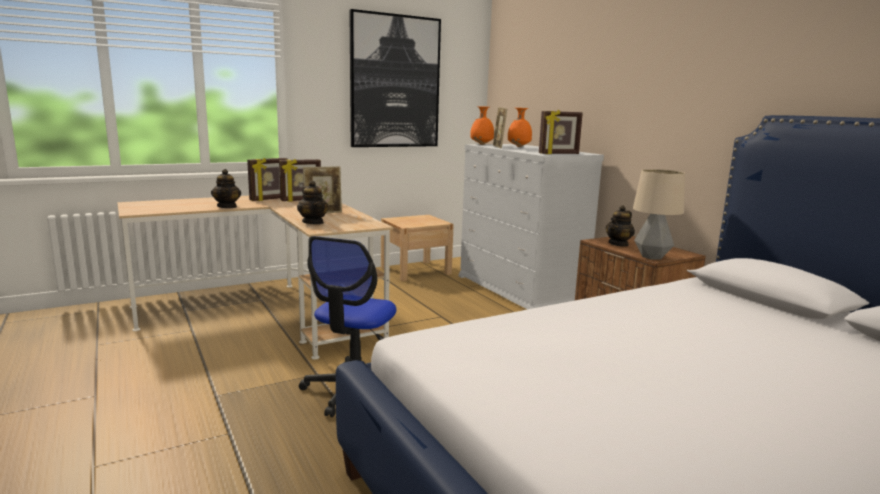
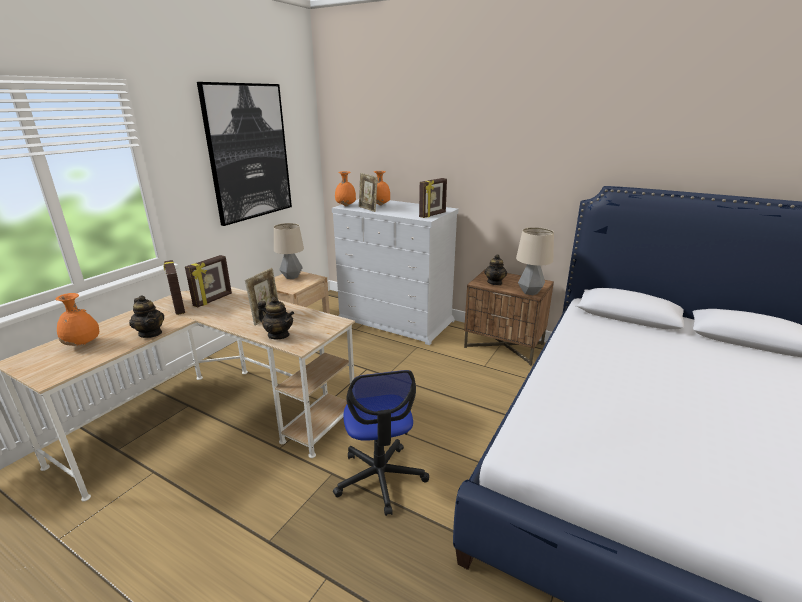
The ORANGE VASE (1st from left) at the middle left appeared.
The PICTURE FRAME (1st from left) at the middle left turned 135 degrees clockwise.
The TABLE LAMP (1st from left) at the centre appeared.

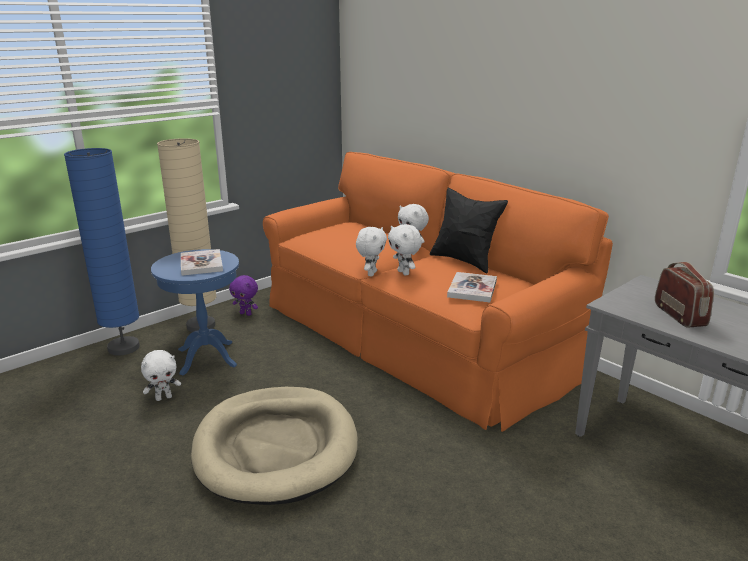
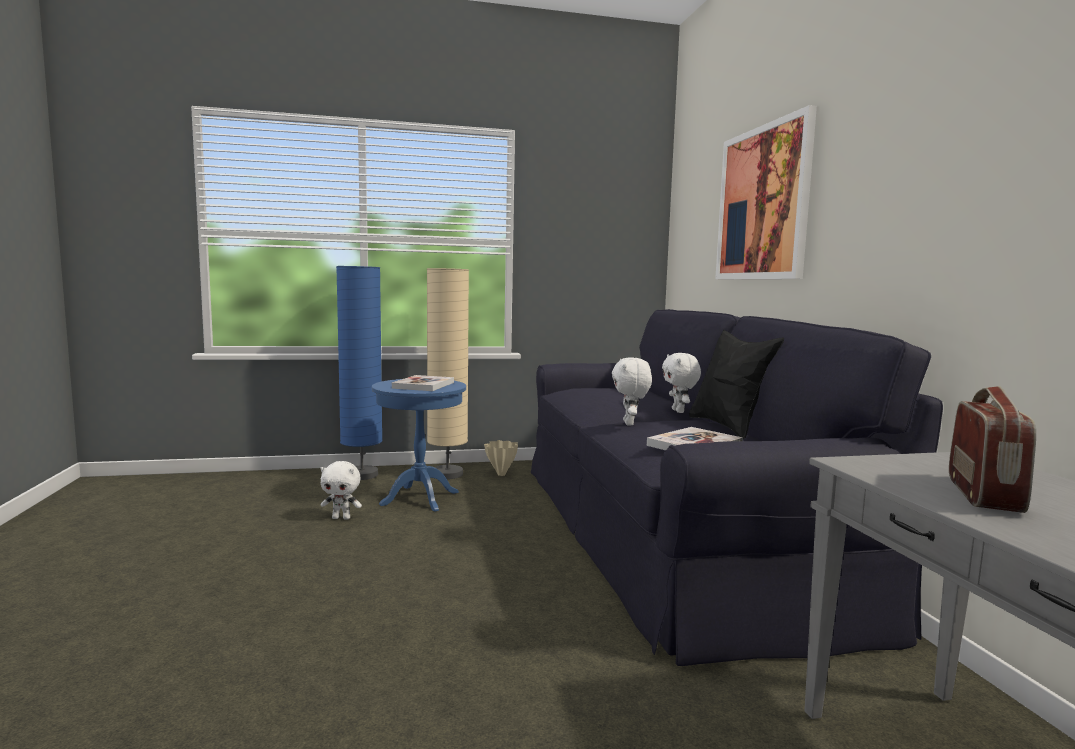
The PURPLE PLUSH TOY at the middle left was replaced by the BEIGE VASE at the centre.
The ORANGE SOFA at the centre became the BLACK SOFA at the middle right.
The PICTURE at the top right appeared.
The BEIGE DOG BED at the bottom centre disappeared.
The WHITE PLUSH TOY (2nd from left) at the centre disappeared.

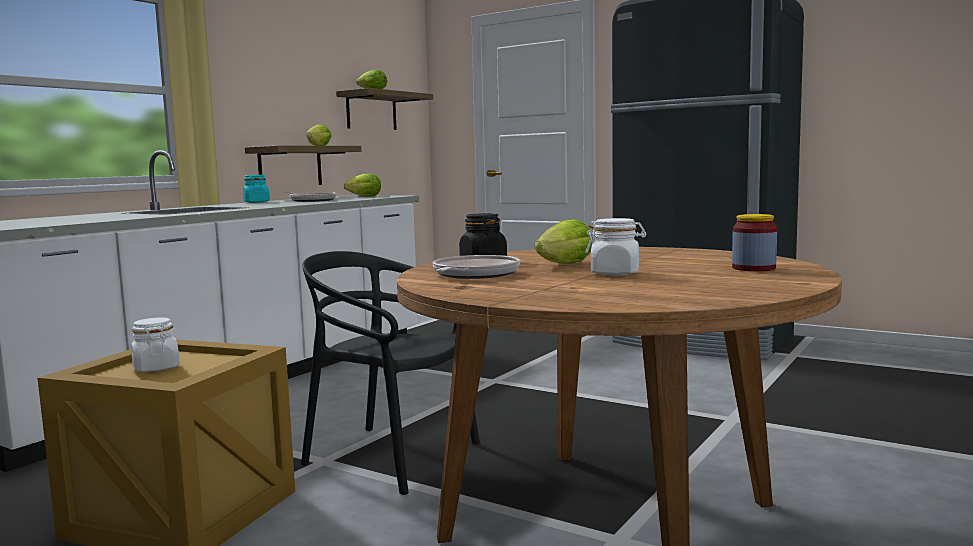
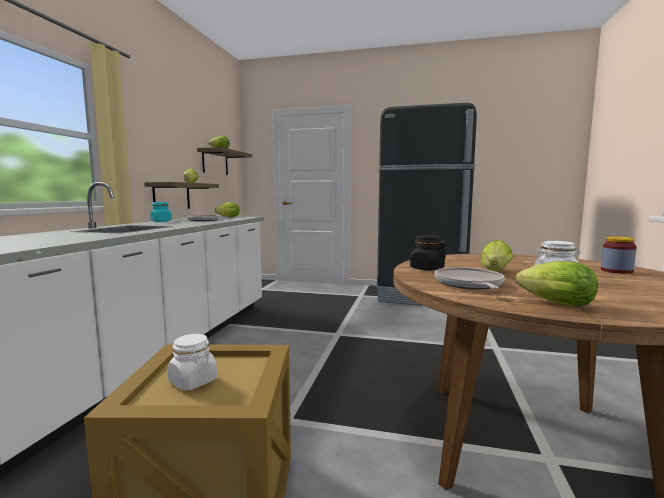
The LETTUCE (5th from left) at the middle right appeared.
The BLACK CHAIR at the bottom centre disappeared.

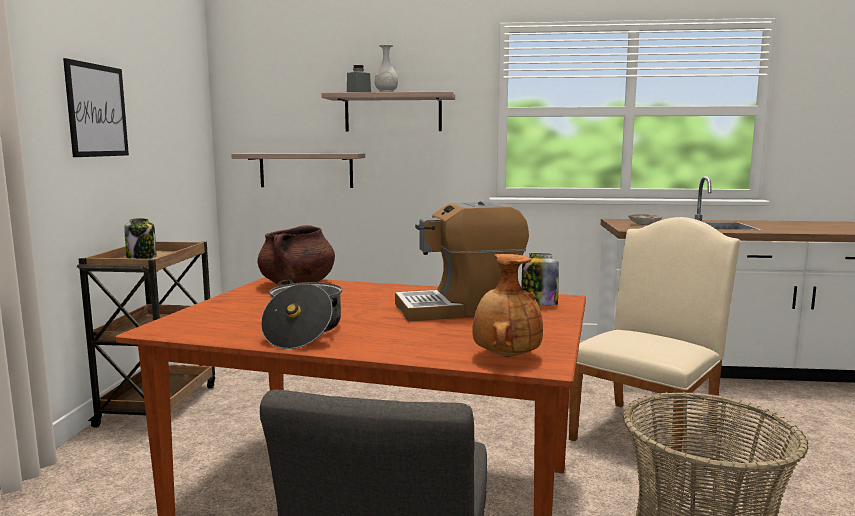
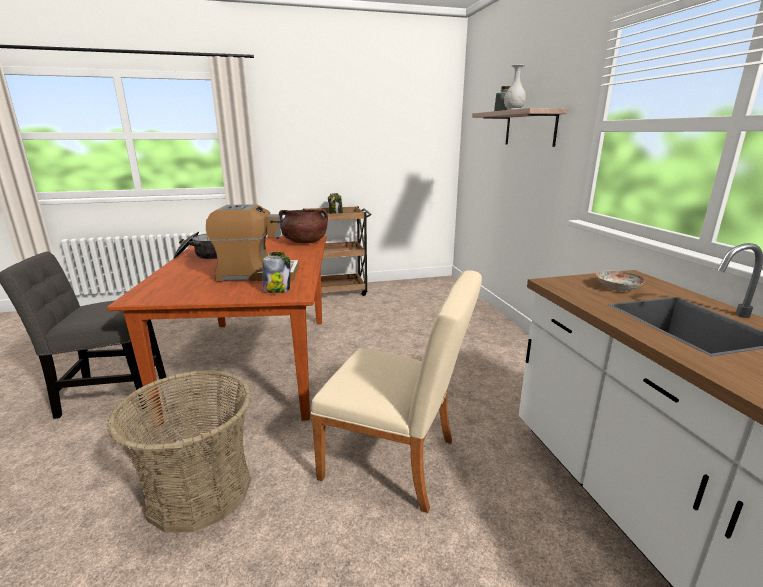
The COFFEE MACHINE at the centre turned 120 degrees clockwise.
The PICTURE at the top left disappeared.
The SHELF (1st from left) at the top centre disappeared.
The BROWN VASE at the centre disappeared.

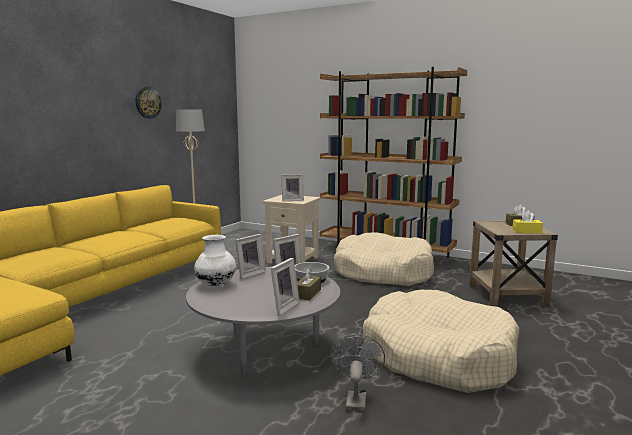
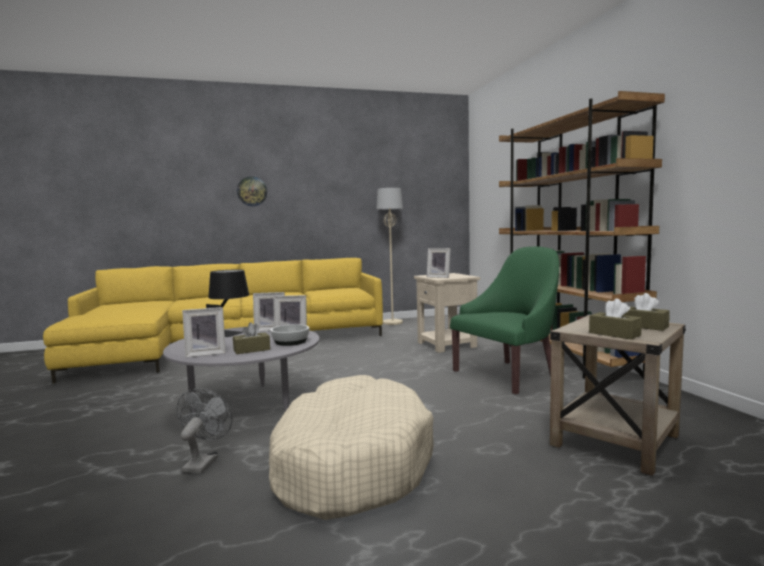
The GREY FAN at the bottom centre turned 45 degrees counterclockwise.
The WHITE VASE at the centre was replaced by the BLACK TABLE LAMP at the middle left.
The WALL CLOCK moved from the top left to the middle left.
The BEIGE DOG BED (1st from left) at the centre was replaced by the GREEN ARMCHAIR at the centre.
The YELLOW TISSUE BOX at the middle right became the BROWN TISSUE BOX (2nd from left) at the middle right.

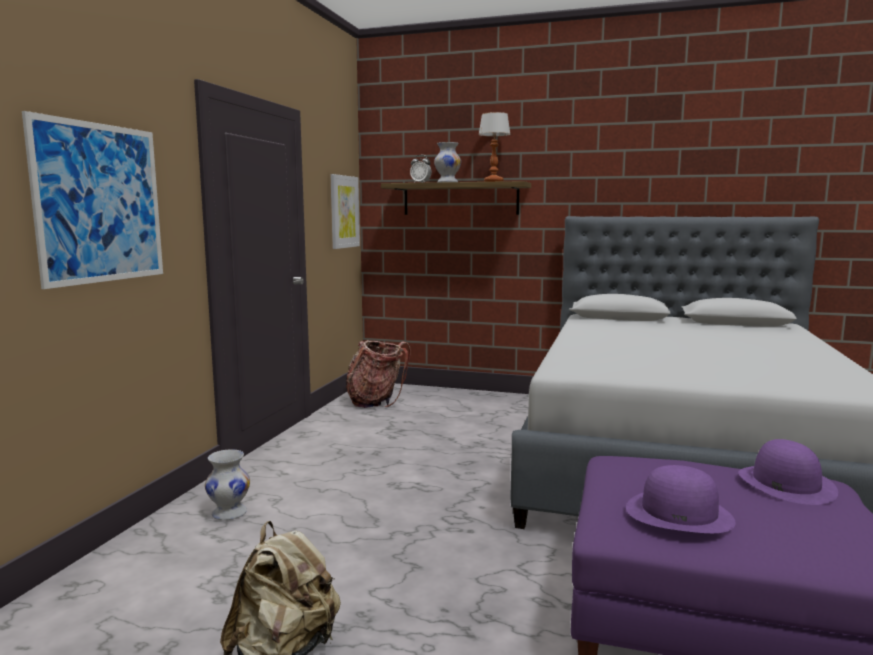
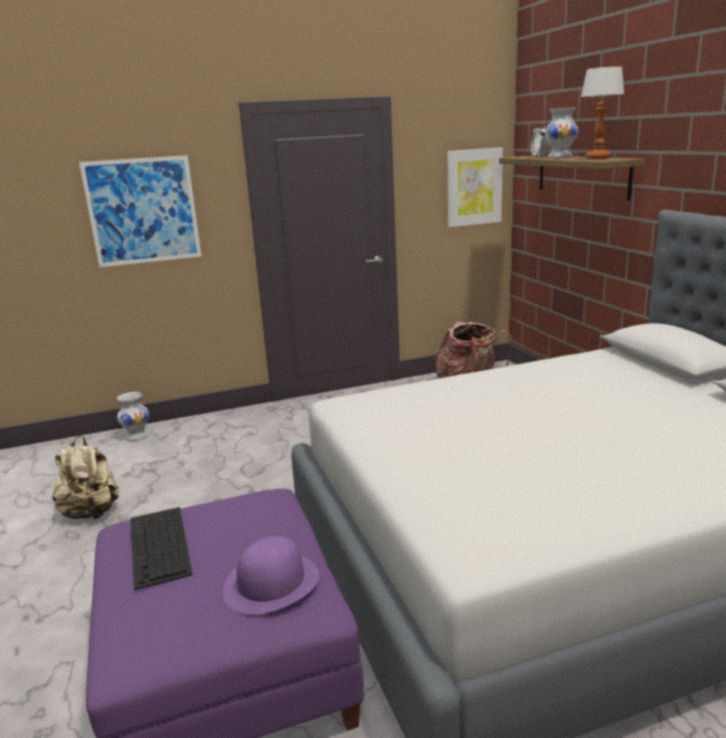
The WHITE VASE (1st from left) moved from the bottom left to the middle left.
The PURPLE HAT (1st from left) at the bottom right was replaced by the KEYBOARD at the bottom left.

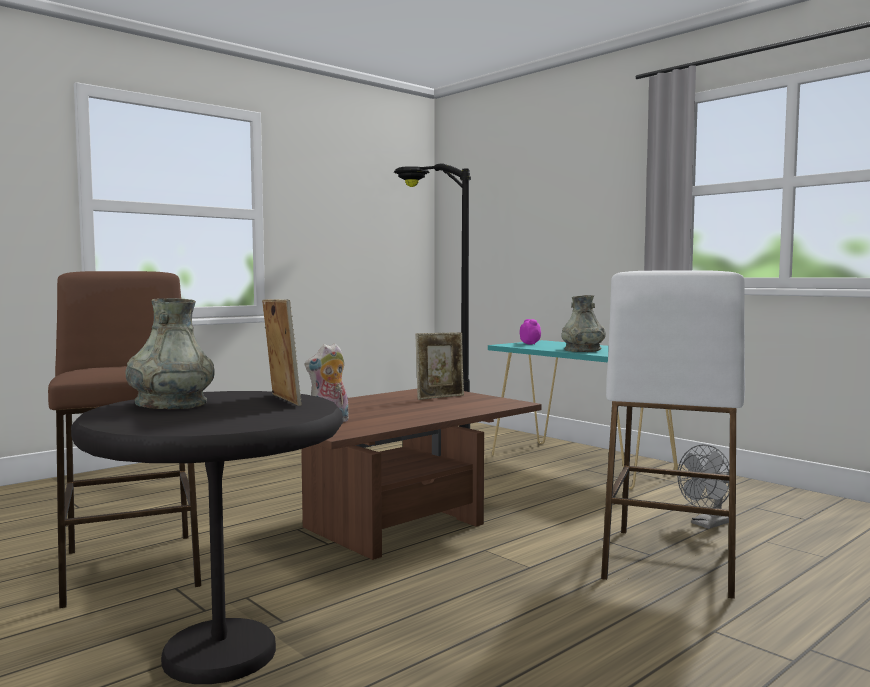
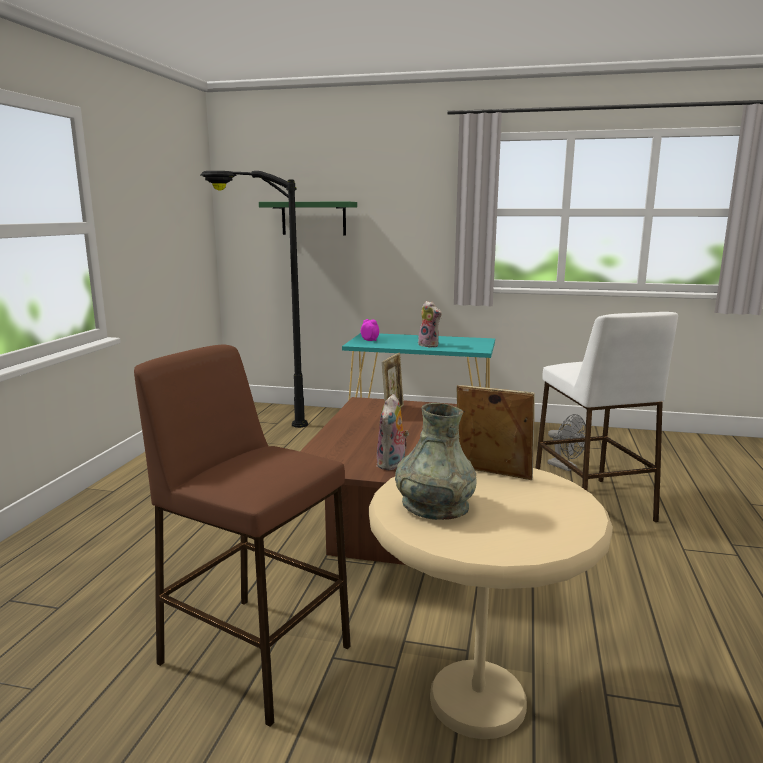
The GREEN SHELF at the top centre appeared.
The BLACK SIDE TABLE at the bottom left became the BEIGE SIDE TABLE at the bottom centre.
The GREY VASE (2nd from left) at the middle right was replaced by the PLUSH TOY (2nd from left) at the centre.
The GREY FAN at the bottom right turned 60 degrees counterclockwise.

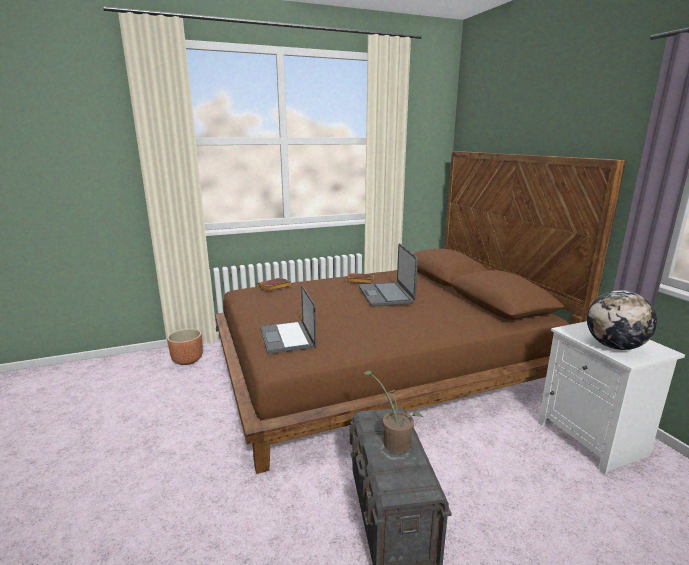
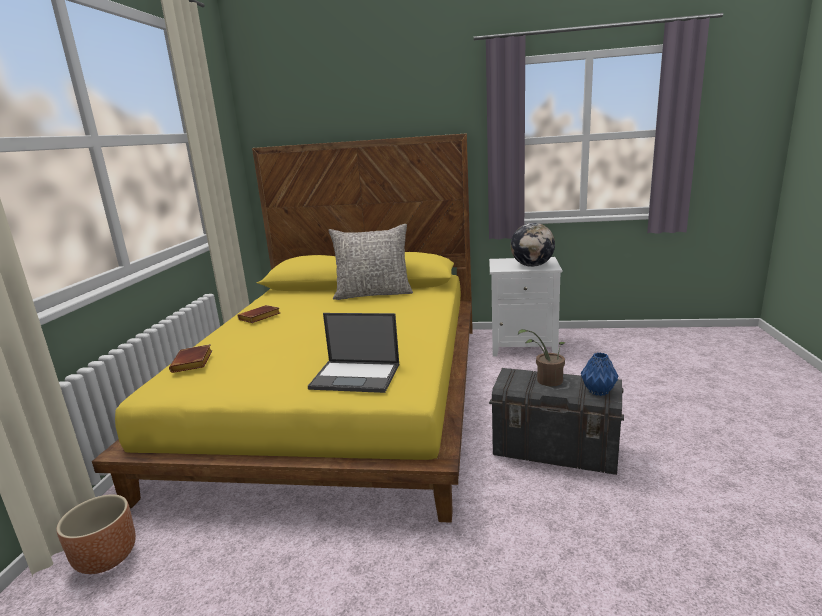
The BROWN BED at the centre became the YELLOW BED at the centre.
The GREY PILLOW at the centre appeared.
The BLUE VASE at the middle right appeared.
The LAPTOP (2nd from left) at the centre disappeared.

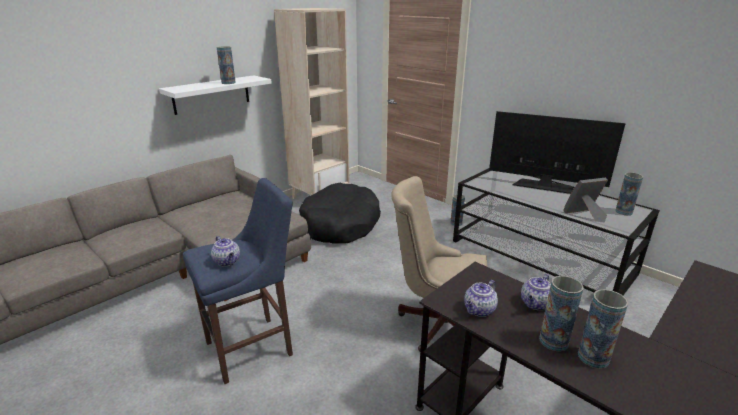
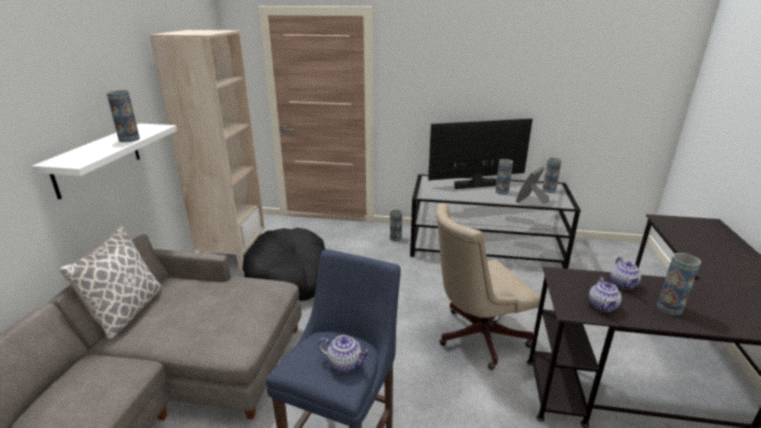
The PILLOW at the middle left appeared.
The VASE (4th from left in the first image) moved from the bottom right to the centre.

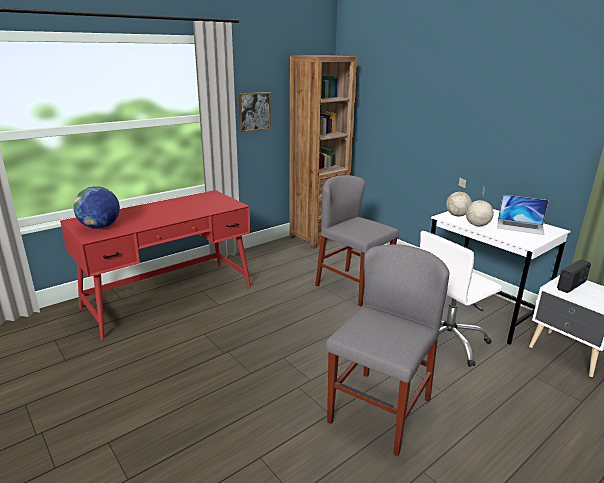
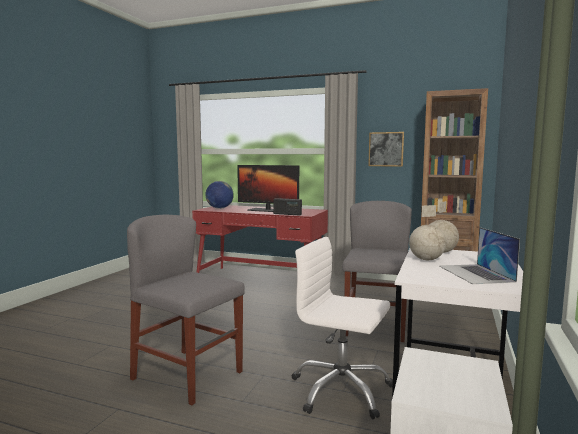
The GREY CHAIR (2nd from left in the first image) at the bottom centre turned 150 degrees counterclockwise.
The MONITOR at the centre appeared.
The RADIO moved from the middle right to the centre.

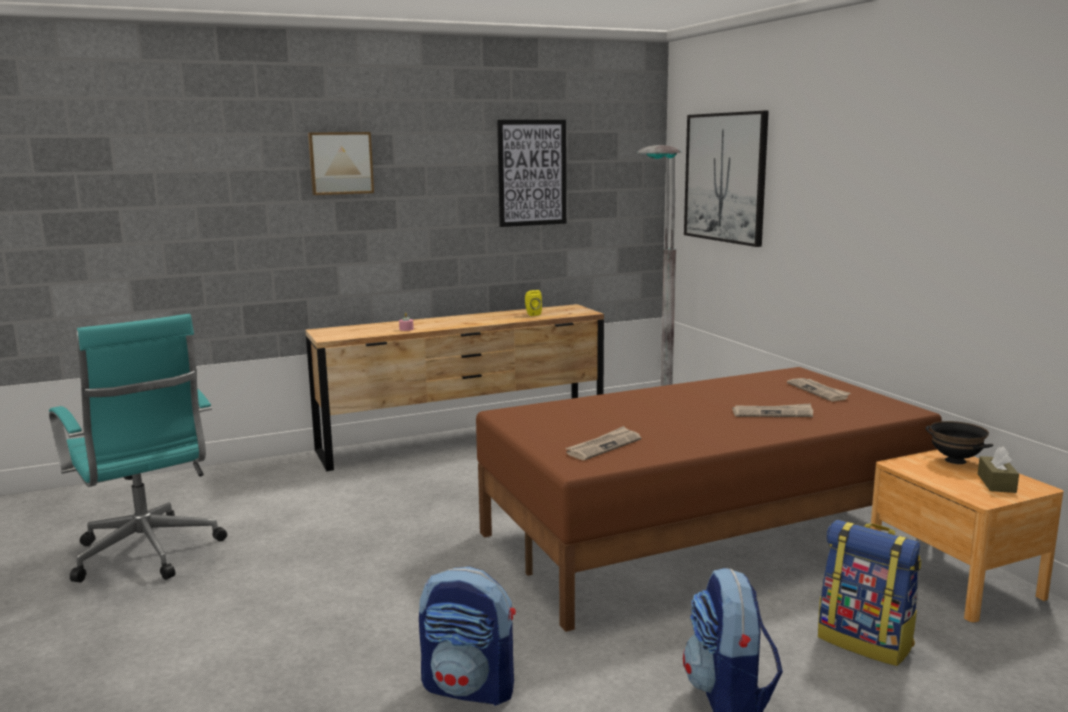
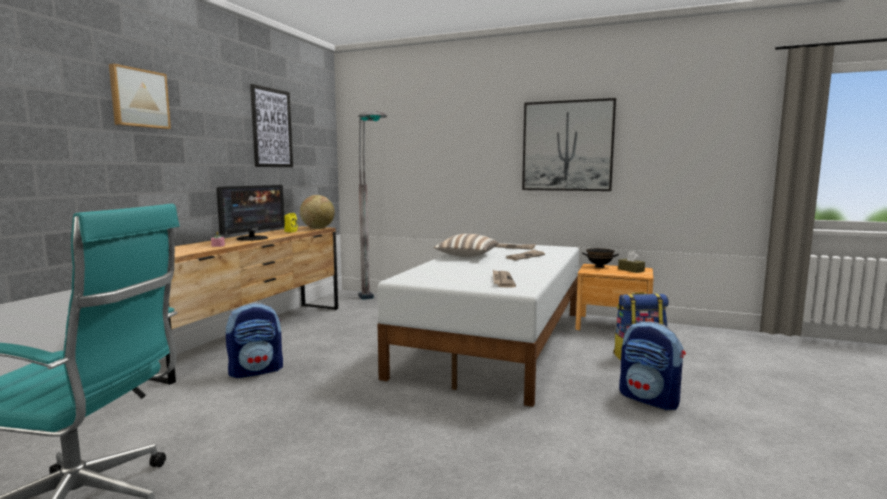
The MONITOR at the middle left appeared.
The BACKPACK (1st from left) moved from the bottom centre to the bottom left.
The GLOBE at the centre appeared.
The BROWN BED at the bottom centre became the WHITE BED at the centre.
The PILLOW at the centre appeared.
The PICTURE (3rd from left) moved from the top right to the top centre.

